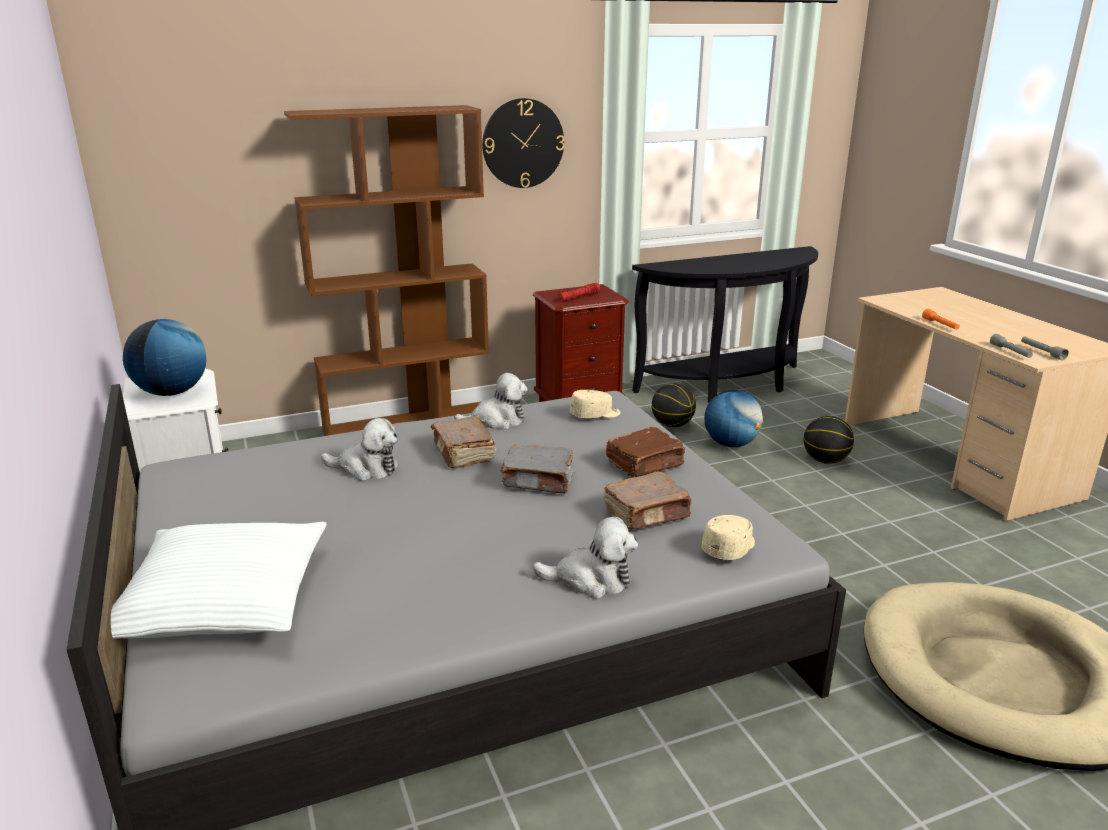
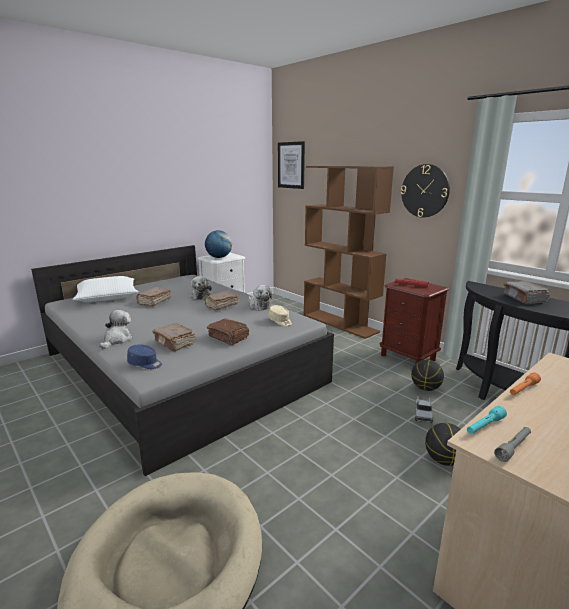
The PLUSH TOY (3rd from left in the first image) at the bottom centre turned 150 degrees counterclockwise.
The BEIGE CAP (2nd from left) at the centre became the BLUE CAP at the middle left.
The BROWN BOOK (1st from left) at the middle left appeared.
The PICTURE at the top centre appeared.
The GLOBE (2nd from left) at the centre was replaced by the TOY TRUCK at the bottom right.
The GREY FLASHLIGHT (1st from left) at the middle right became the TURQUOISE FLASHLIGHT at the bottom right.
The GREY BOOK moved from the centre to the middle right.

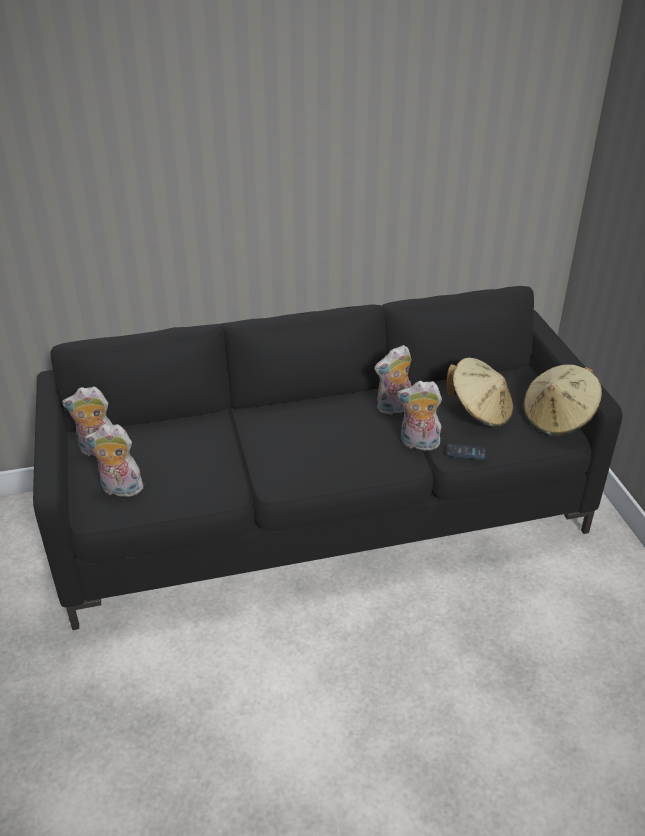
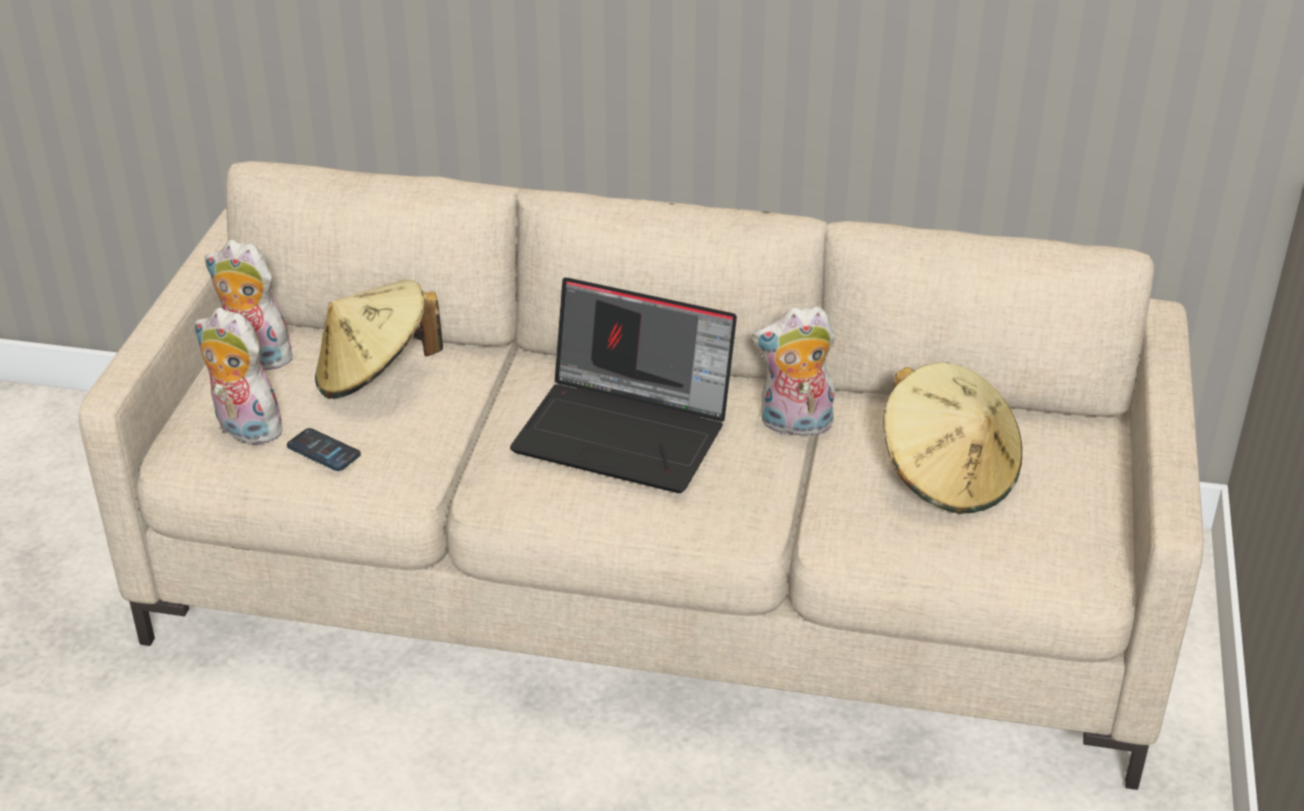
The BLACK SOFA at the centre became the BEIGE SOFA at the centre.
The PHONE moved from the middle right to the middle left.
The BEIGE HAT (2nd from left in the first image) moved from the middle right to the middle left.
The LAPTOP at the centre appeared.
The PLUSH TOY (4th from left) at the centre disappeared.

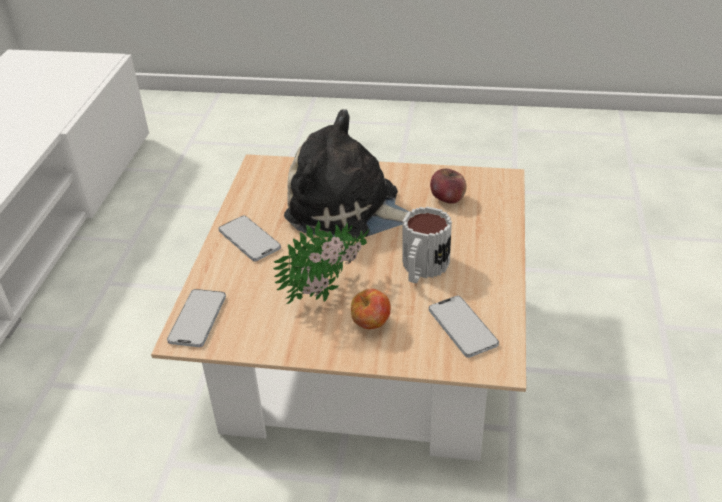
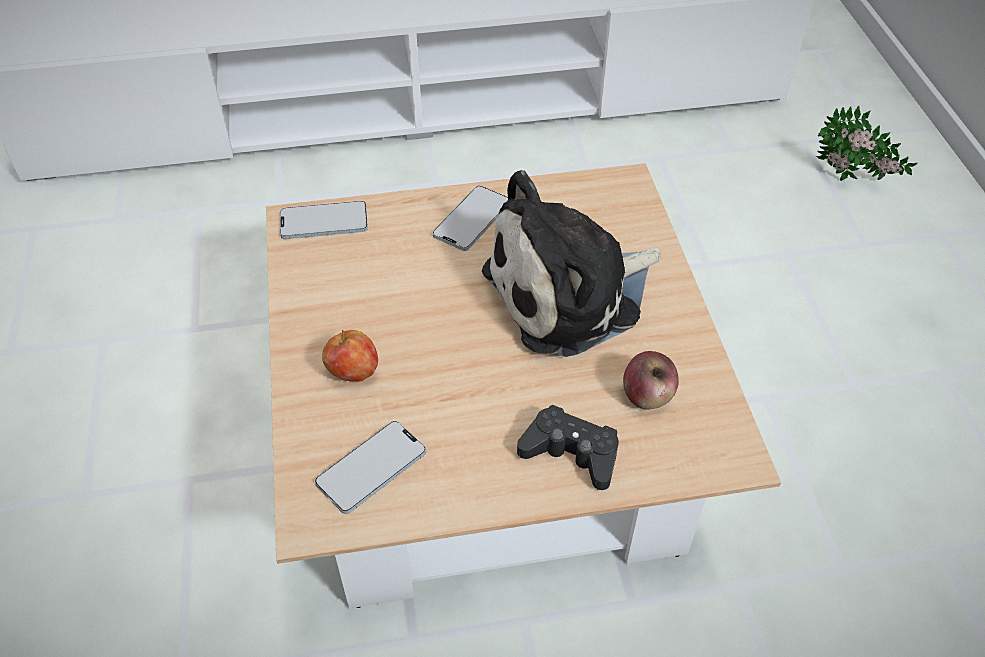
The PLUSH TOY at the centre turned 120 degrees counterclockwise.
The BLACK GAME CONTROLLER at the bottom centre appeared.
The POTTED PLANT moved from the centre to the top right.
The MUG at the centre disappeared.

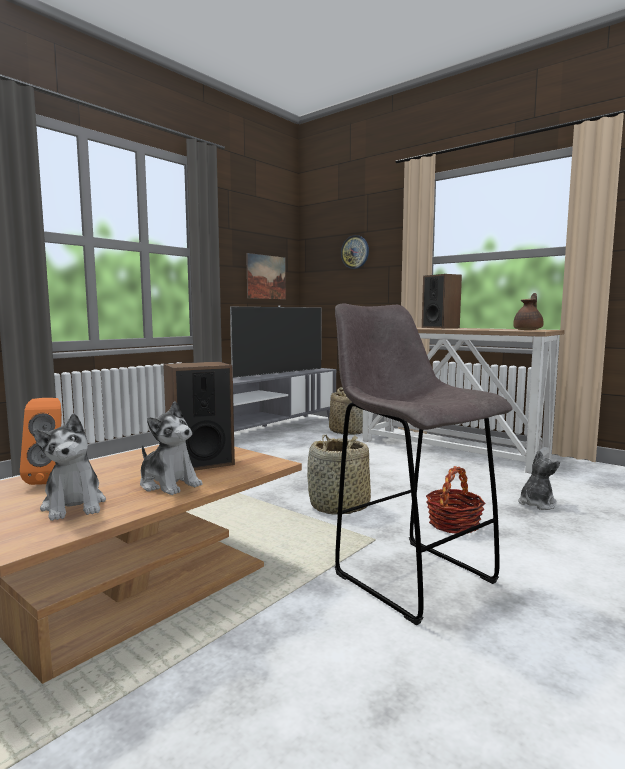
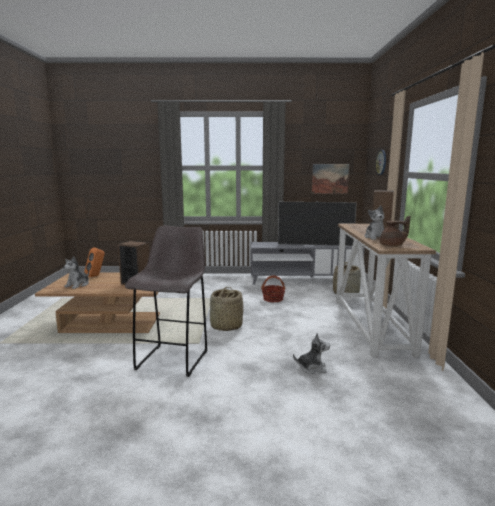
The BASKET (3rd from left in the first image) moved from the middle right to the centre.
The PLUSH TOY (2nd from left in the first image) moved from the middle left to the middle right.

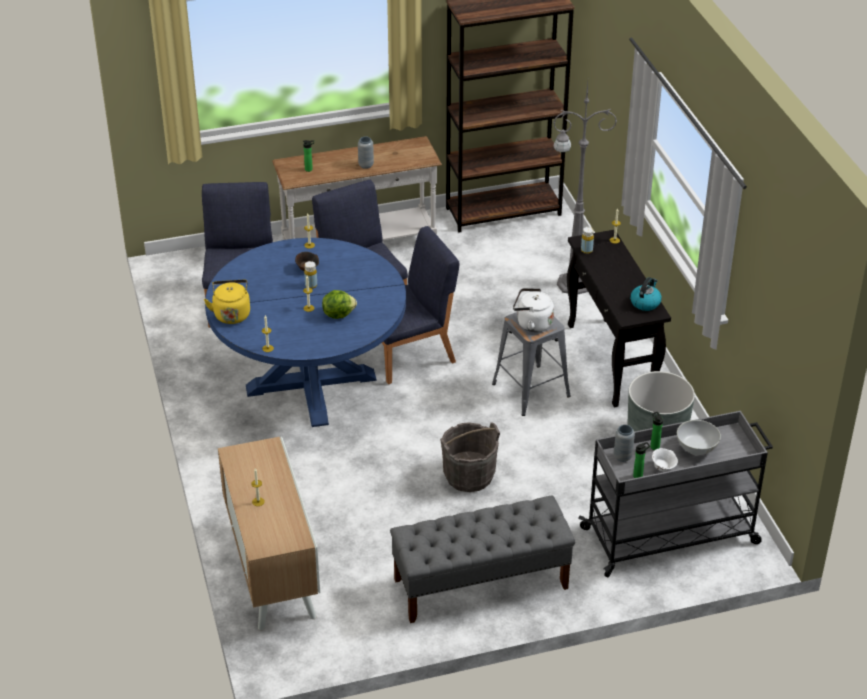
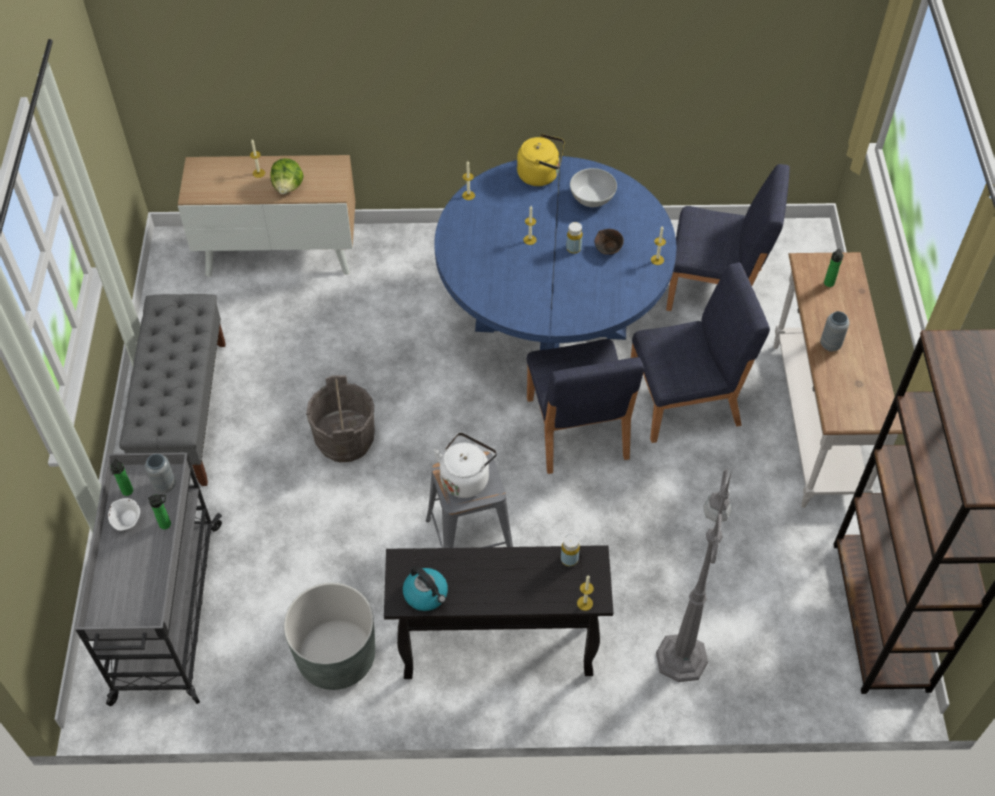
The LETTUCE moved from the centre to the top left.
The WHITE BOWL (2nd from left) moved from the middle right to the top centre.

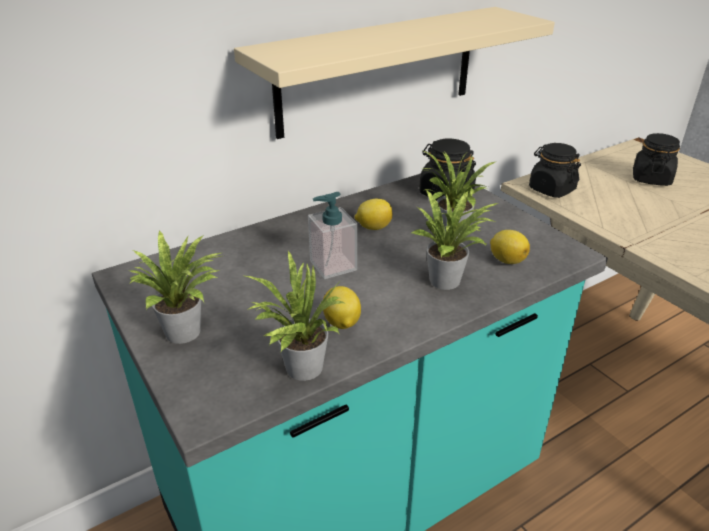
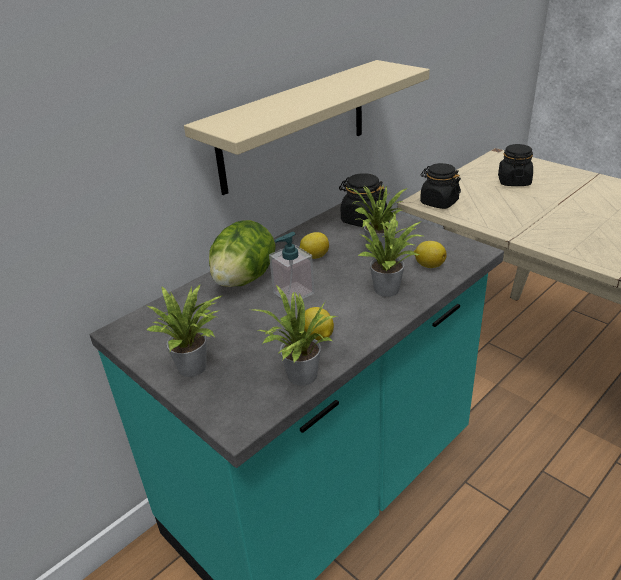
The LETTUCE at the centre appeared.

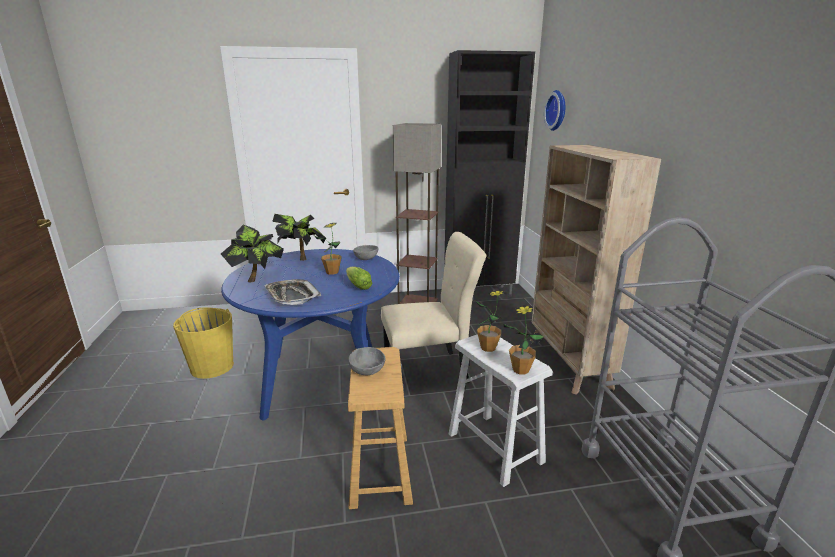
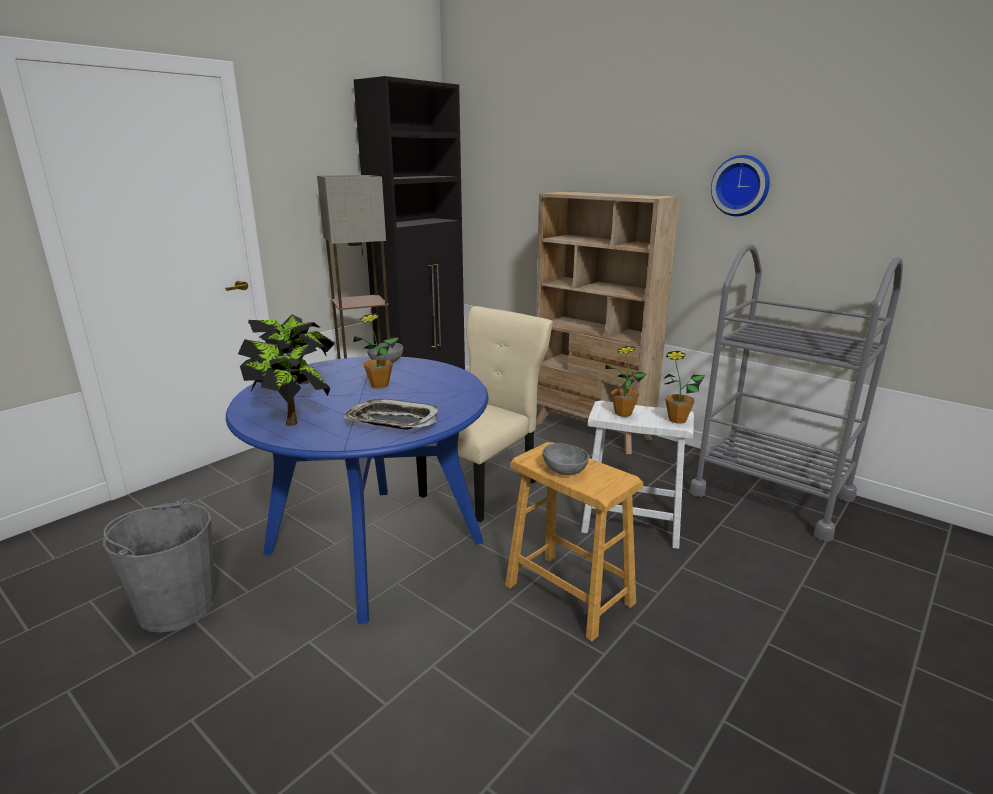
The YELLOW BUCKET at the middle left became the GREY BUCKET at the bottom left.
The WALL CLOCK moved from the top centre to the top right.
The LETTUCE at the centre disappeared.

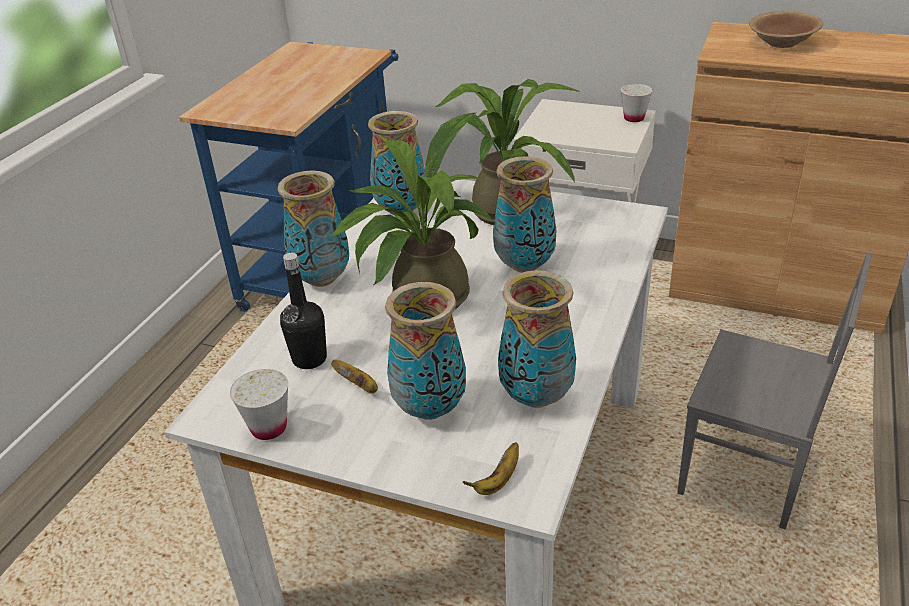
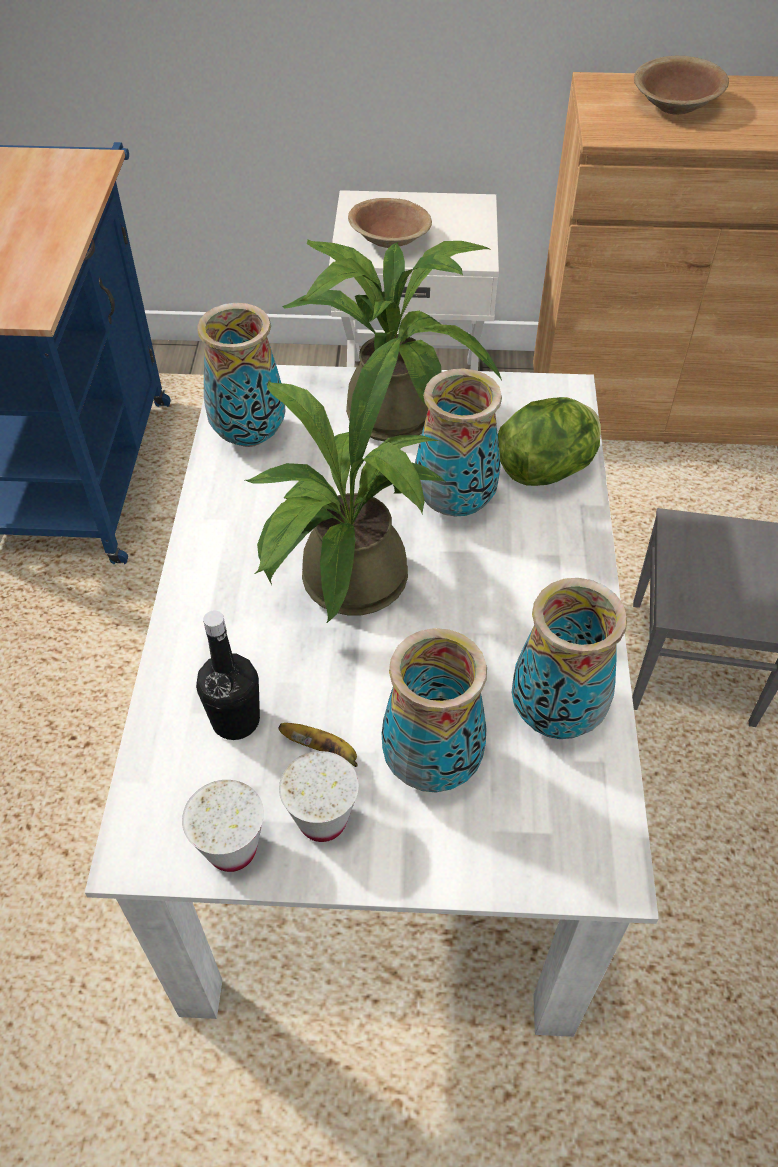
The WHITE CUP (2nd from left) moved from the top right to the bottom centre.
The BROWN BOWL (1st from left) at the top centre appeared.
The LETTUCE at the middle right appeared.
The VASE (1st from left) at the centre disappeared.
The BANANA (2nd from left) at the bottom centre disappeared.

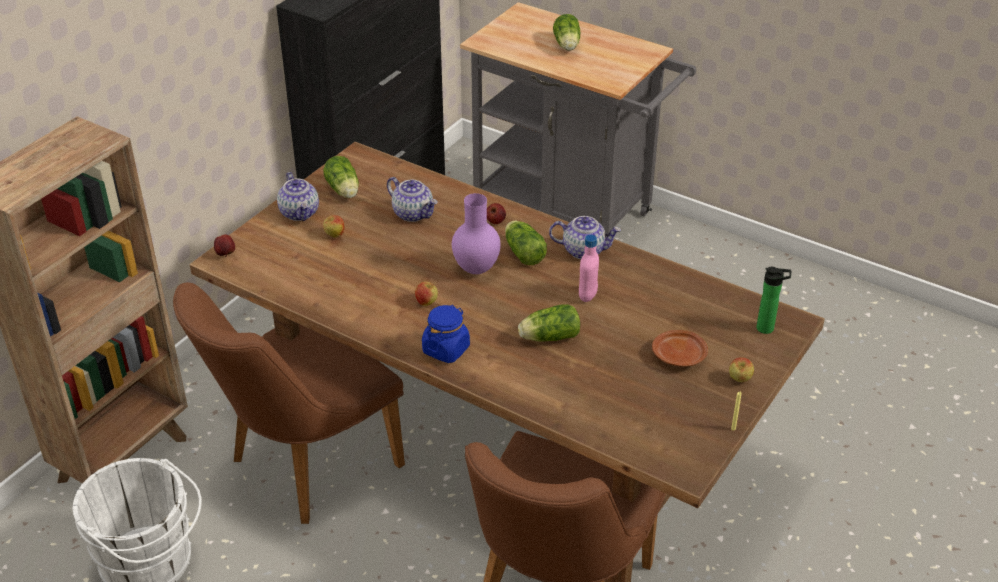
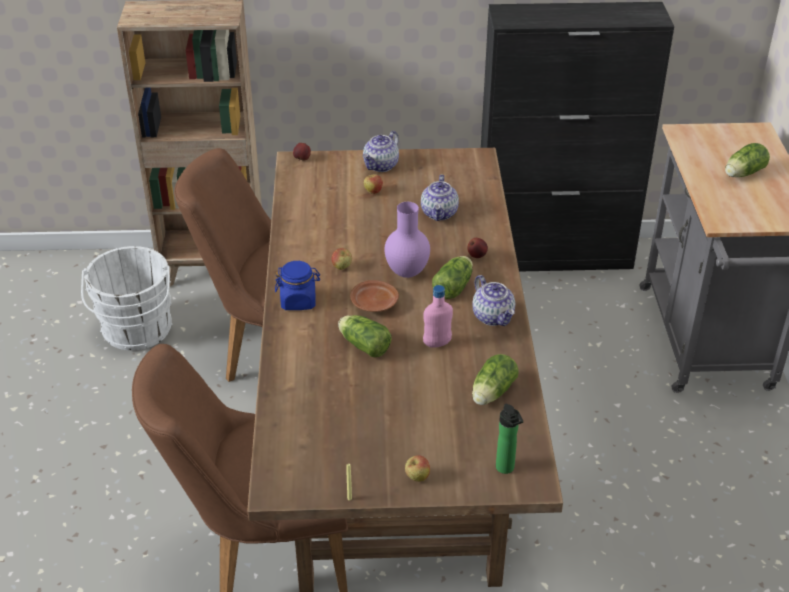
The BROWN PLATE moved from the middle right to the centre.
The LETTUCE (1st from left in the first image) moved from the top centre to the centre.

